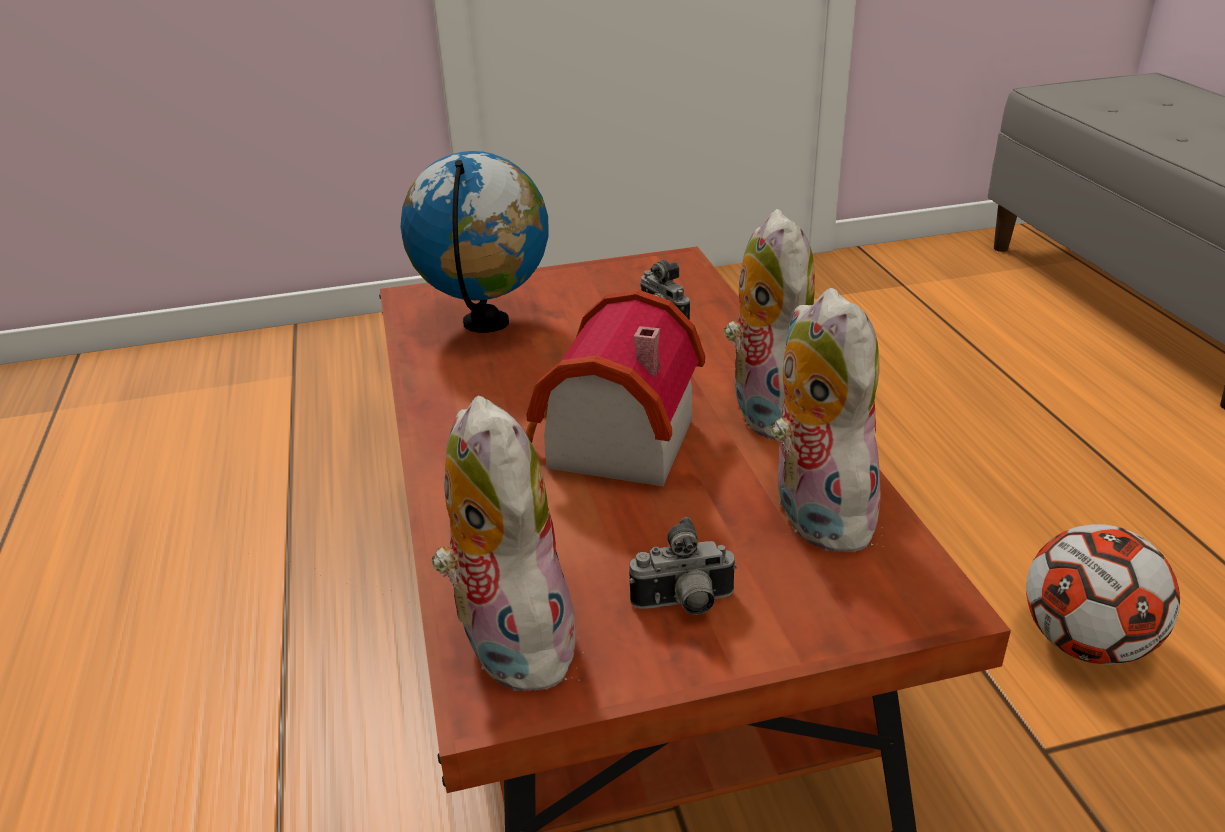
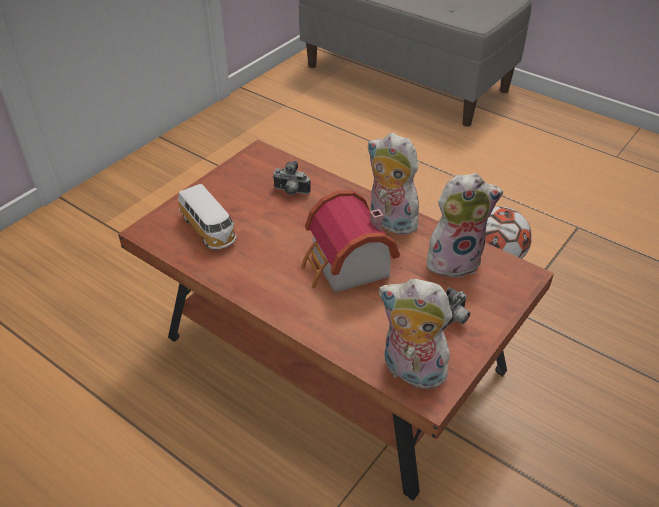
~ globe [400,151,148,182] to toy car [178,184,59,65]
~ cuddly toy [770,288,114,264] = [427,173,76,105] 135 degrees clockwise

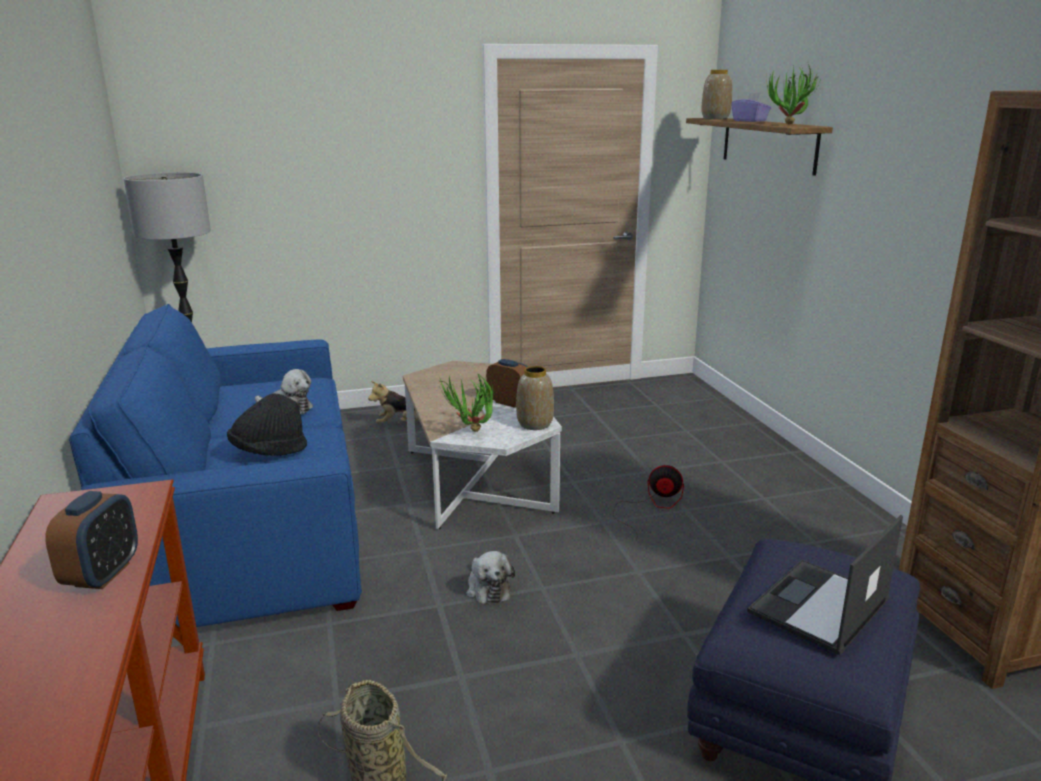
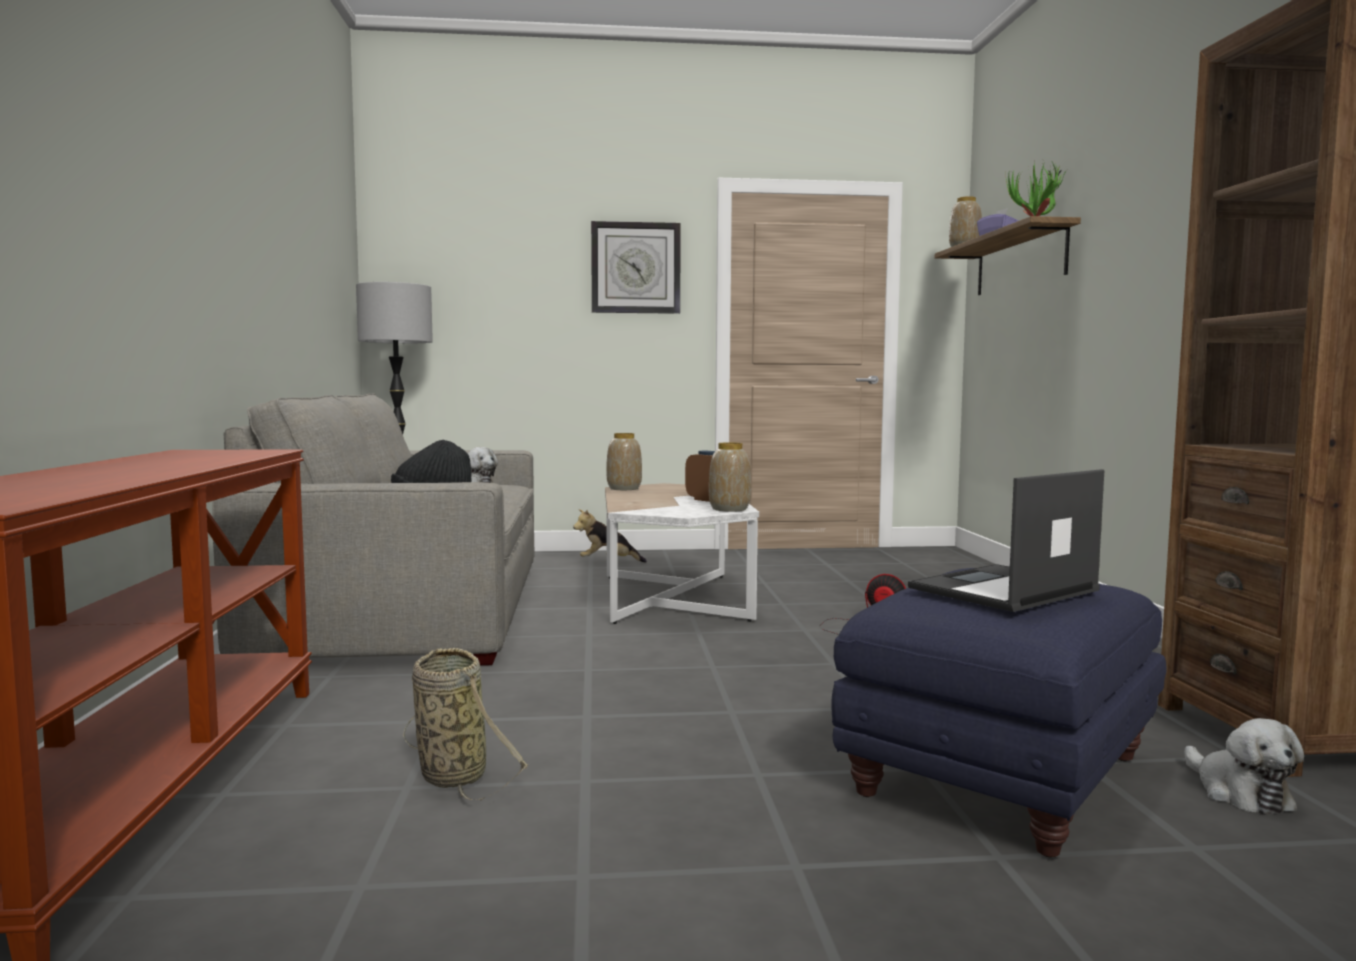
- alarm clock [45,491,93,98]
~ couch (blue-coloured) [69,304,293,323] to couch (gray) [212,393,323,273]
- plant in a pot [439,373,54,59]
~ cuddly toy [467,551,48,54] to [1184,718,120,97]
+ wall clock [591,221,90,93]
+ vase [606,433,36,57]

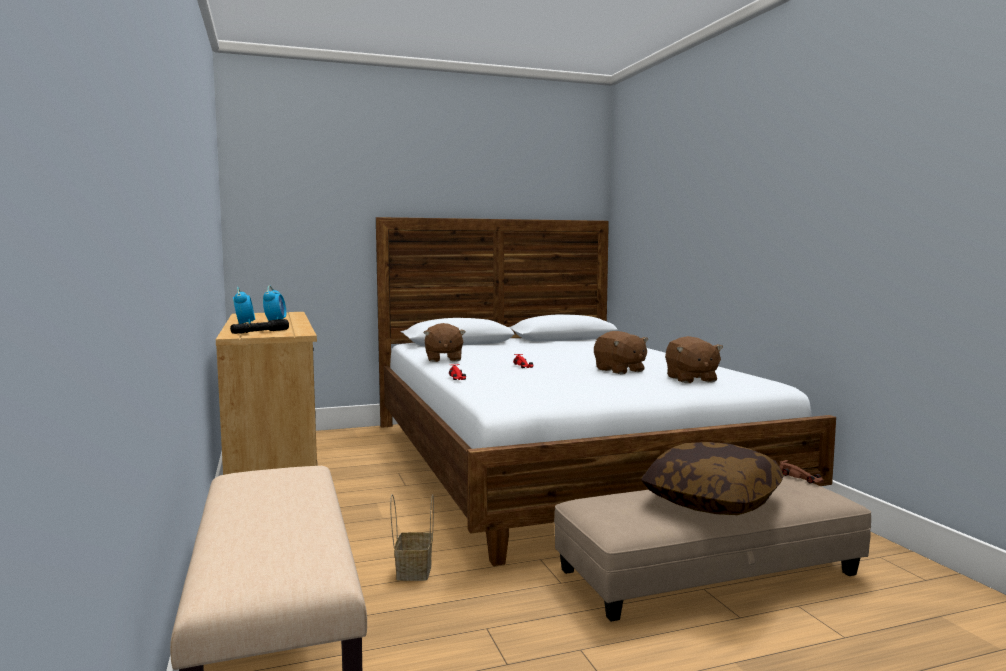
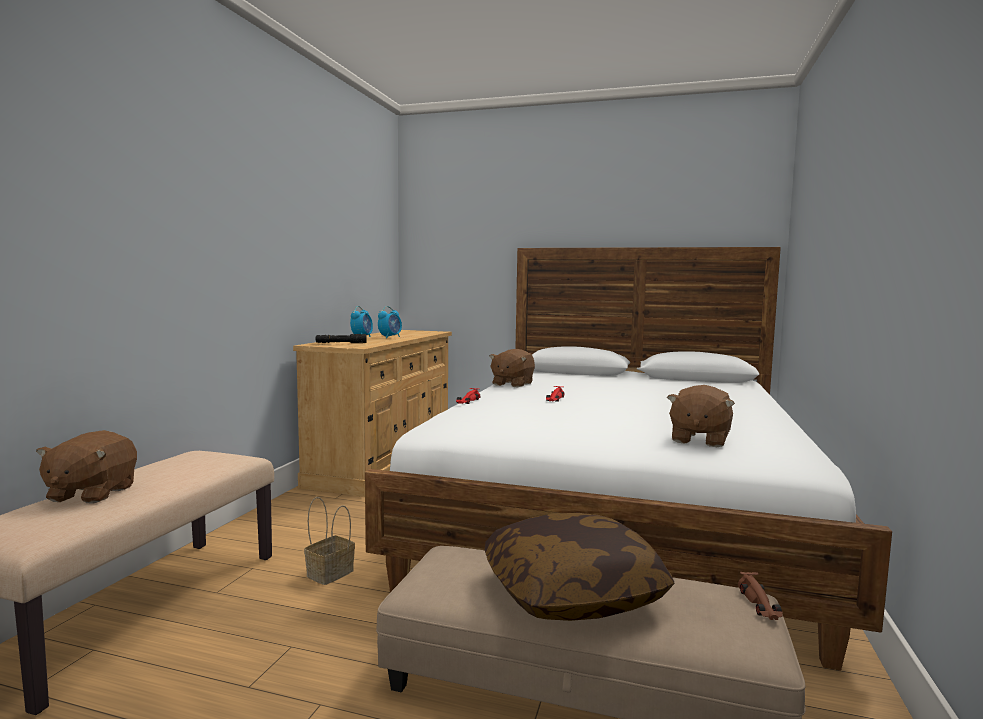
~ cuddly toy (brown) [594,331,54,43] to [36,430,101,74]

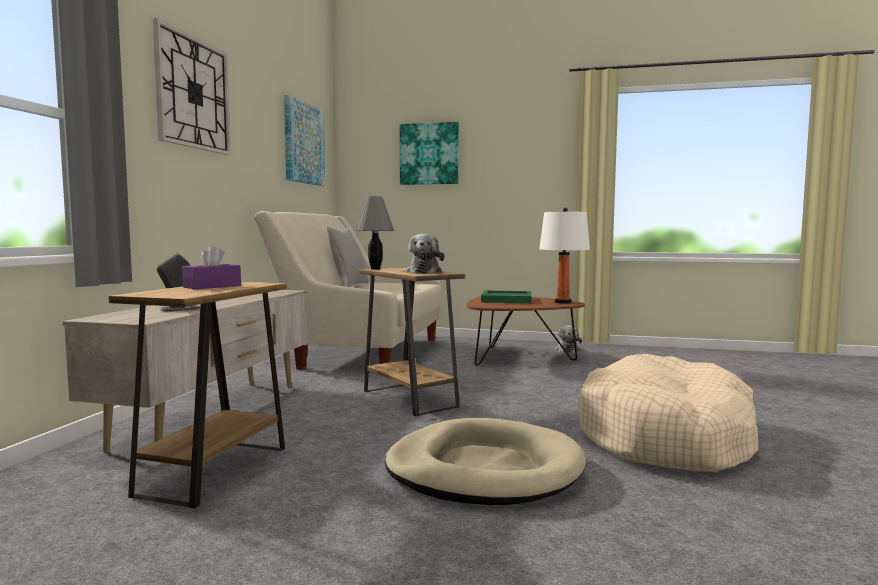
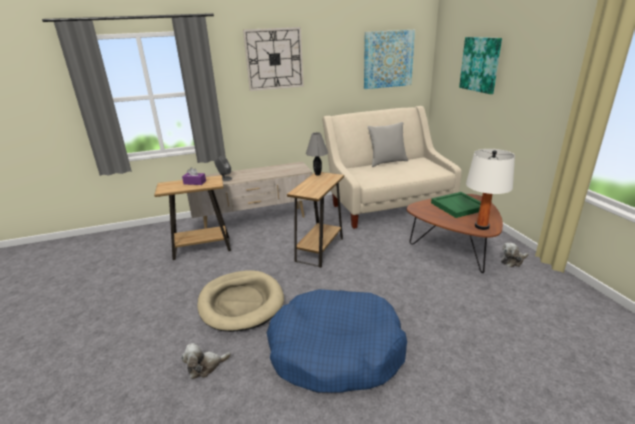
~ cuddly toy [406,234,38,40] to [181,343,50,36]
~ pet bed (sand-coloured) [578,354,180,118] to pet bed (blue-coloured) [267,289,140,104]

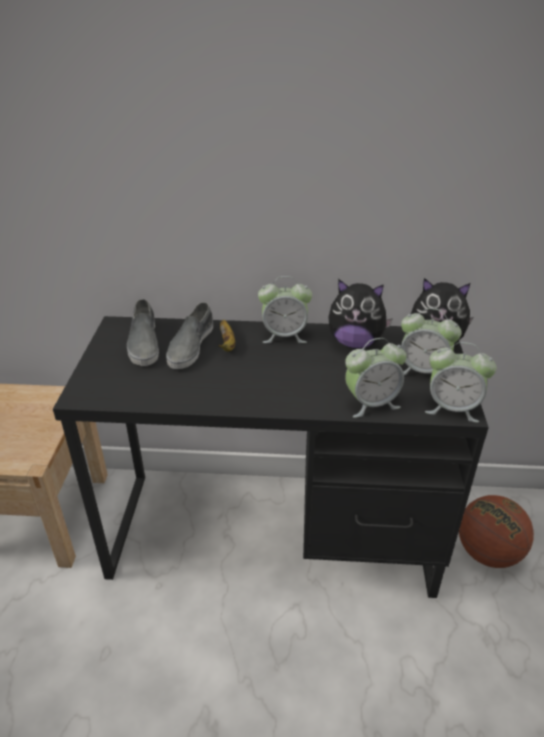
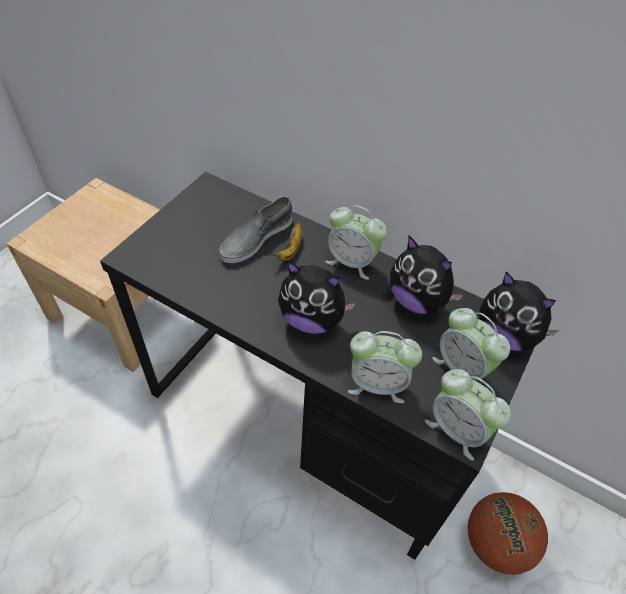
- item of footwear (gray) [127,299,32,67]
+ cuddly toy [278,261,78,73]

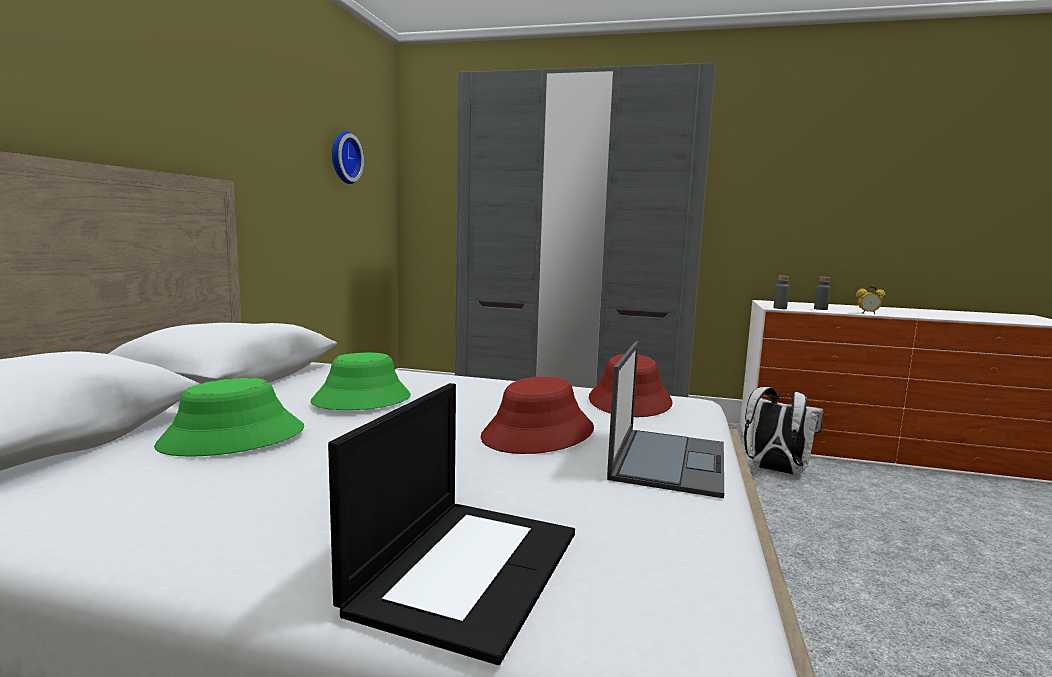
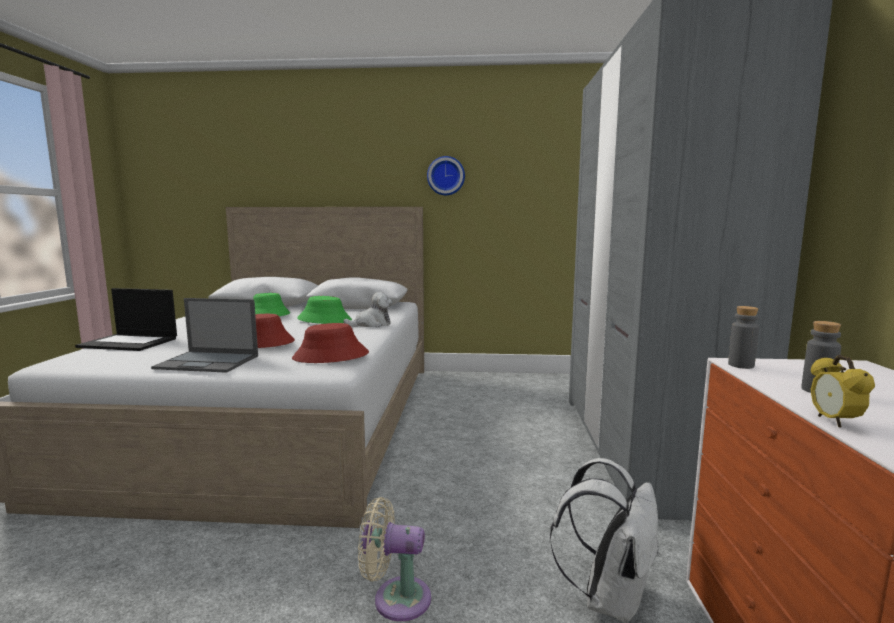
~ wall clock [332,131,32,53] to [427,156,38,39]
+ cuddly toy [343,292,49,36]
+ cooling fan (sand-coloured) [358,497,73,124]

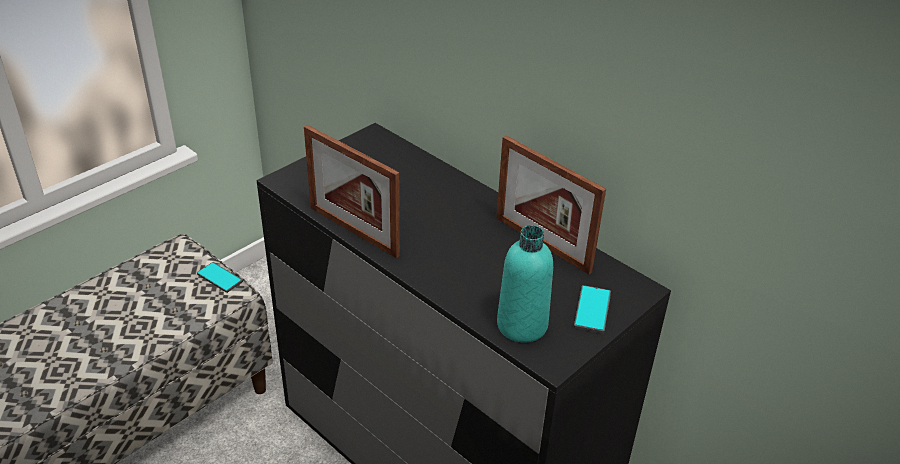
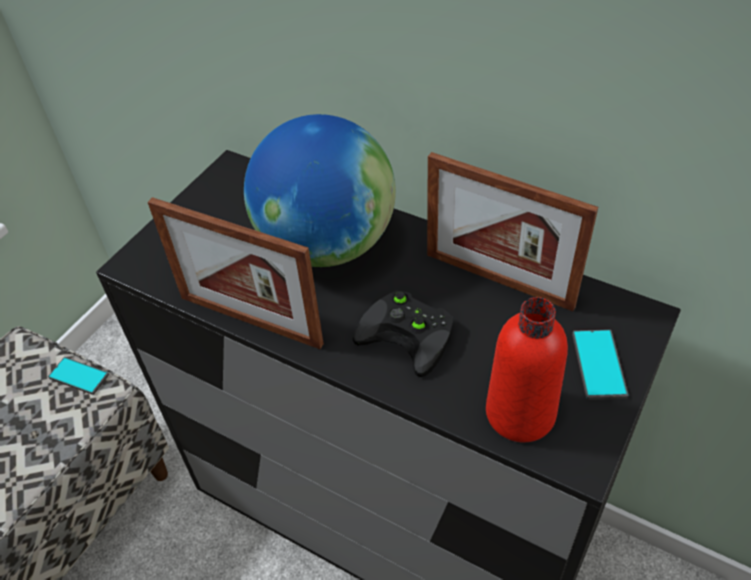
~ beverage bottle (turquoise-coloured) [497,225,56,117] to beverage bottle (reddish) [486,297,82,146]
+ globe [244,114,152,153]
+ joypad (blackish) [353,290,100,87]

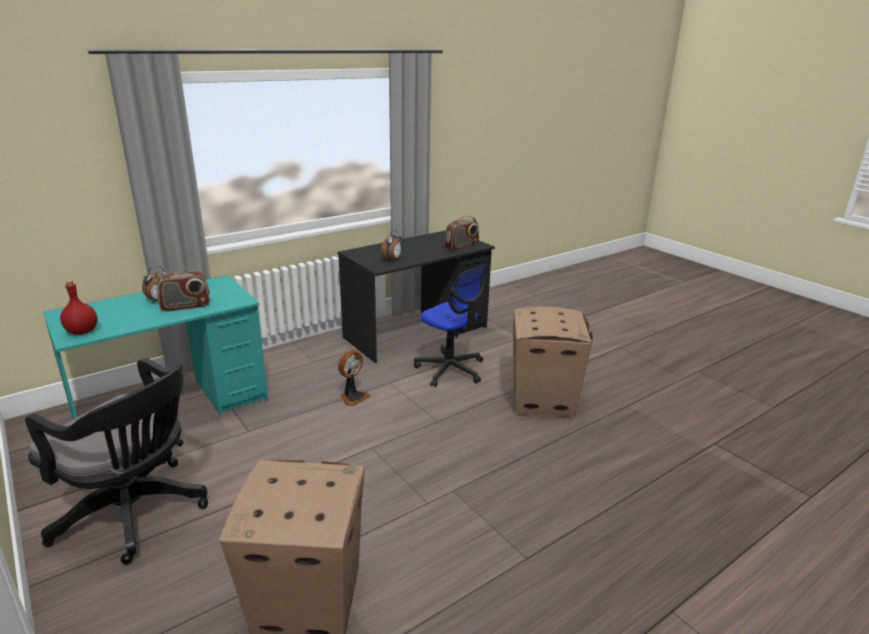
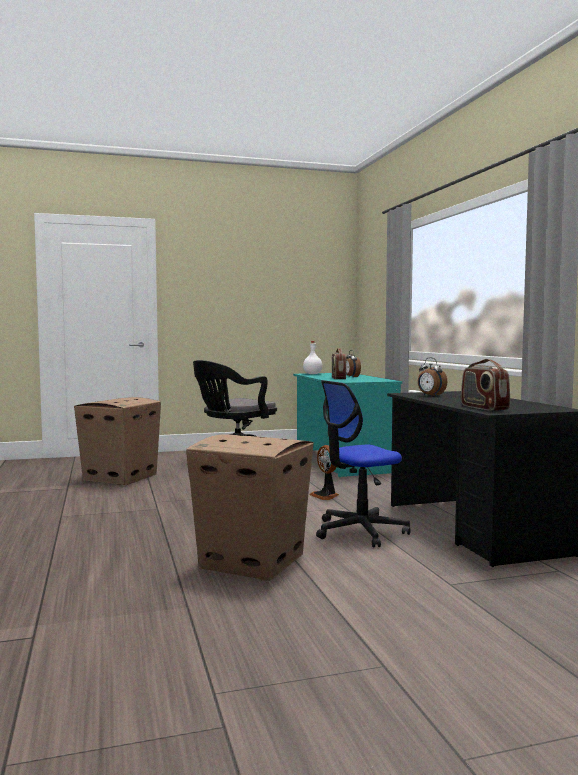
~ beverage bottle (reddish) [60,280,37,55] to beverage bottle (white) [303,341,19,33]

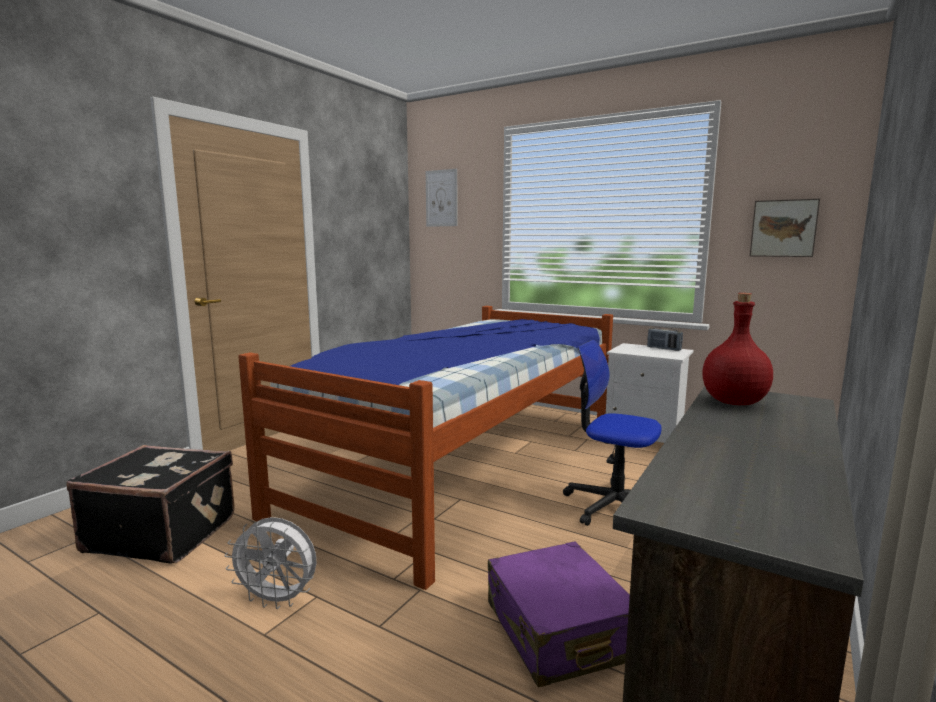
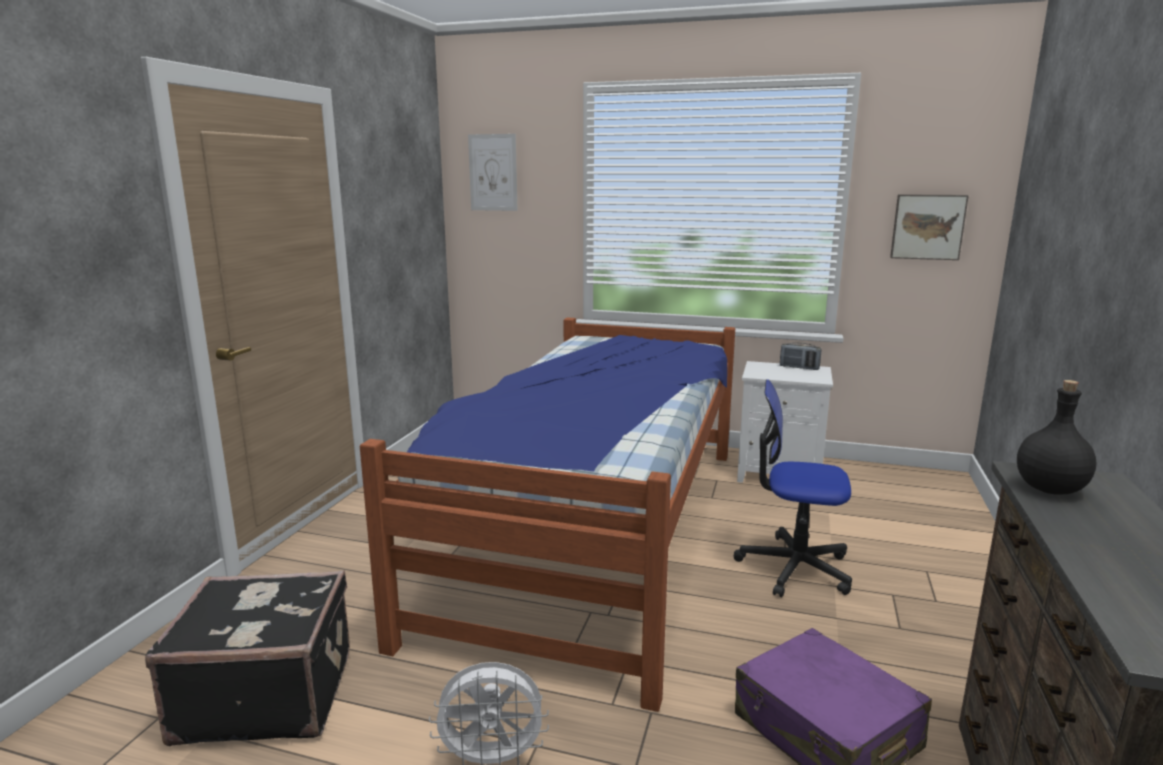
~ beverage bottle (reddish) [702,293,71,112] to beverage bottle (blackish) [1017,380,80,114]

